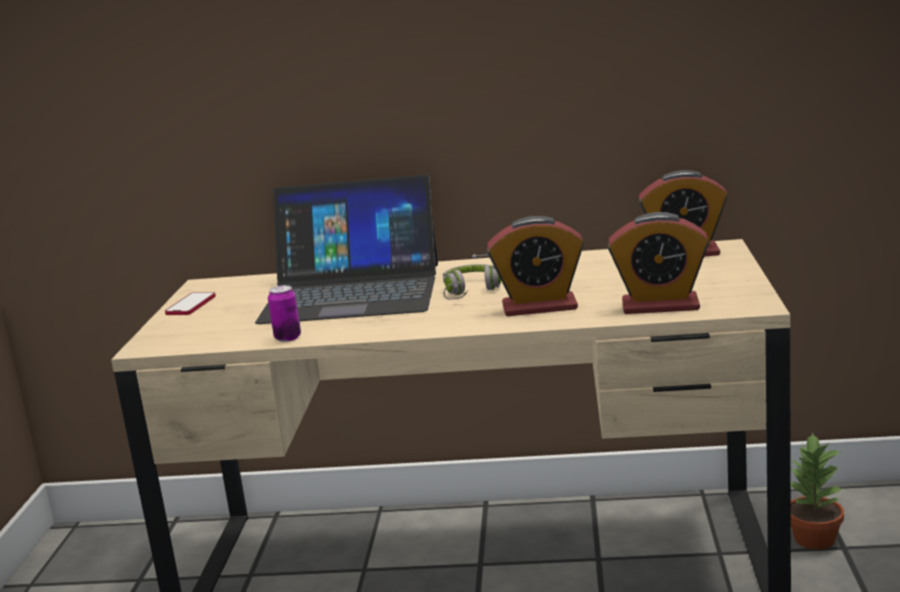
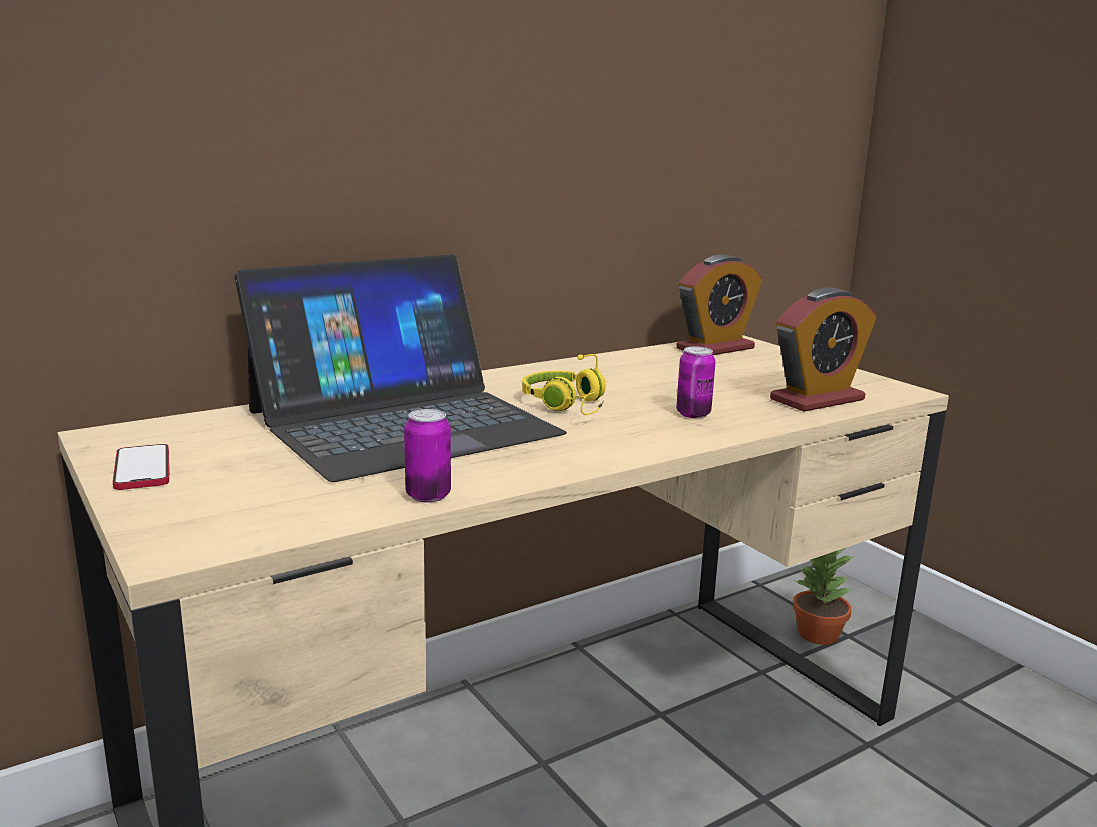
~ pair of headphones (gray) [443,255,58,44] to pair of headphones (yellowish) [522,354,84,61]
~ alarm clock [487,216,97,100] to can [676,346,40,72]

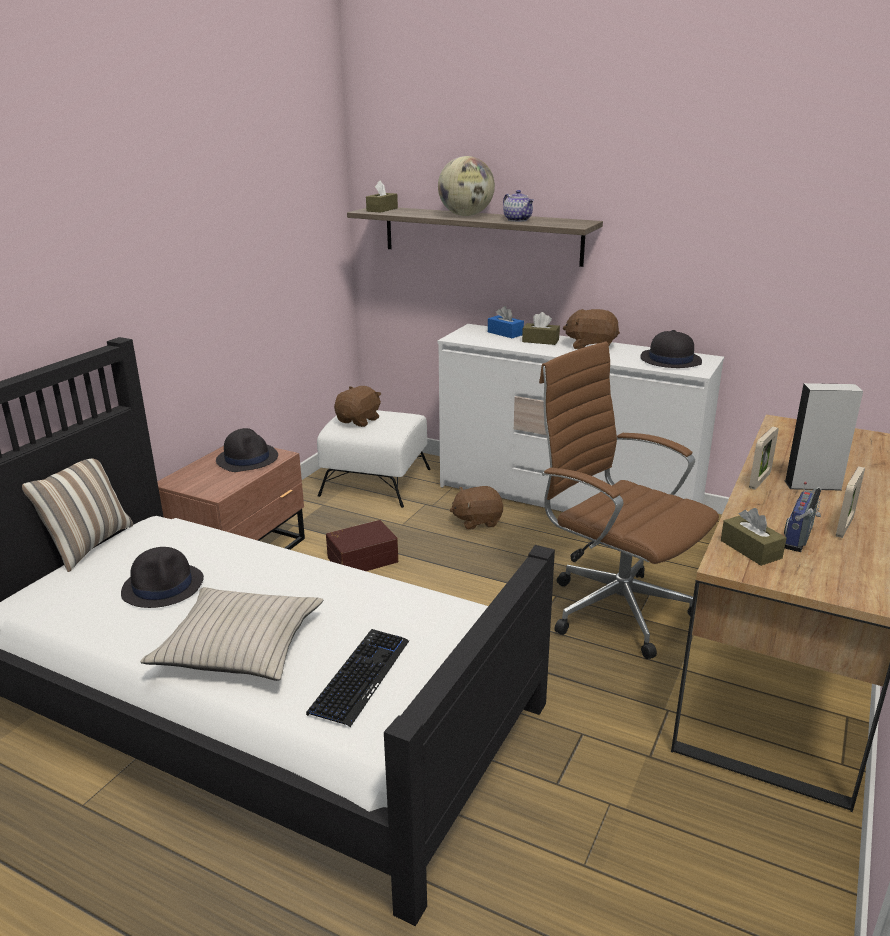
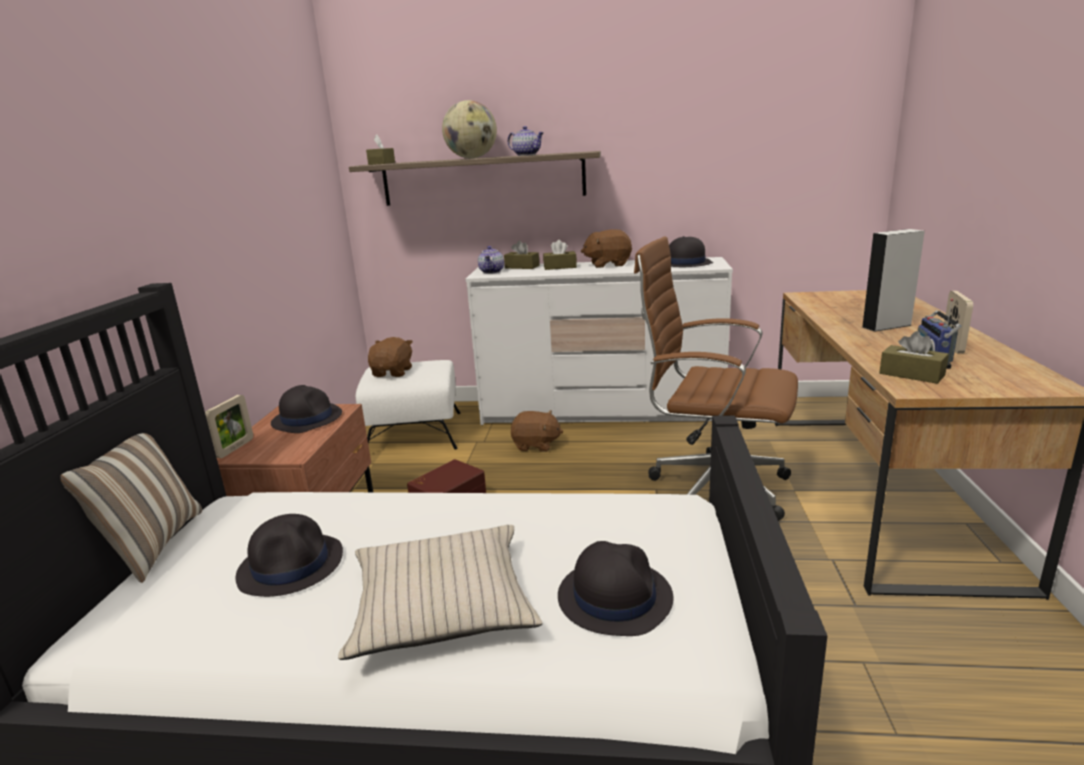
~ PC keyboard [306,629,103,98] to clothing hat (blackish) [558,541,116,95]
~ cuddly toy (brown) [450,486,53,44] = [511,410,52,42] 135 degrees counterclockwise
~ box of tissues (blue-coloured) [488,306,36,32] to box of tissues (brown) [504,241,36,28]
~ photo frame [749,426,30,64] to [205,395,48,63]
+ tea pot [478,246,26,28]

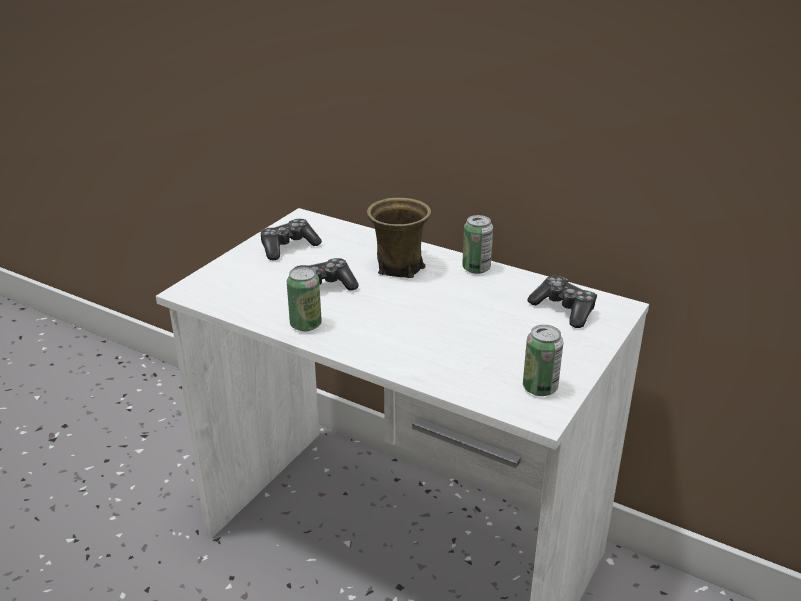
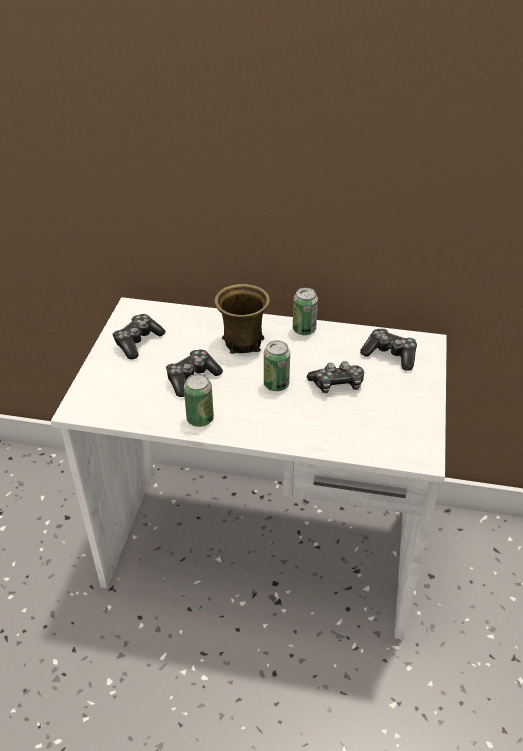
~ can [523,325,40,71] to [264,340,26,51]
+ joypad [307,361,57,32]

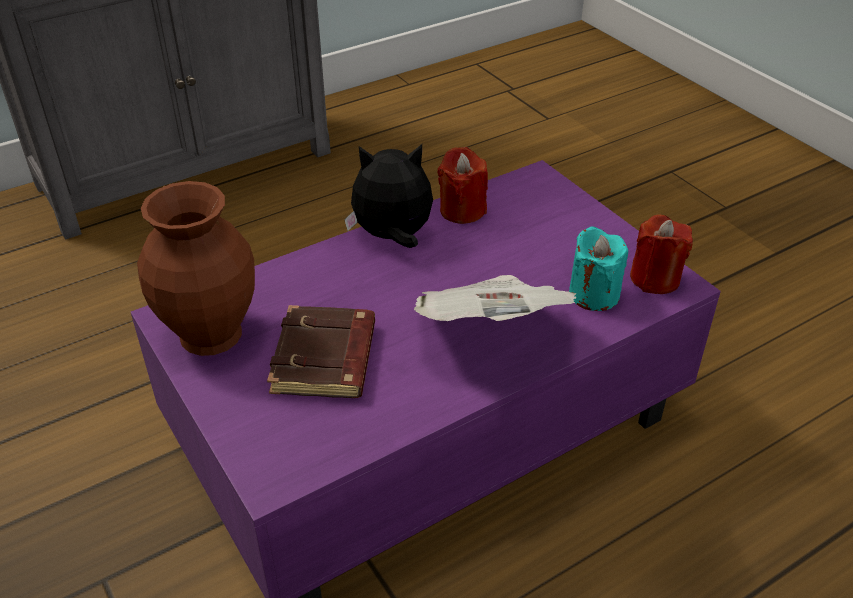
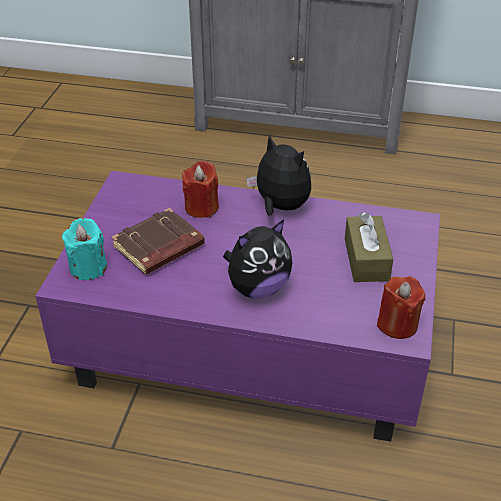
- vase (brown) [137,181,118,175]
~ newspaper [414,275,162,46] to cuddly toy [223,220,69,78]
~ wax candle (reddish) [437,147,51,77] to [182,161,37,57]
~ wax candle (turquoise-coloured) [569,226,59,85] to [62,218,45,62]
+ box of tissues (brown) [345,212,48,70]

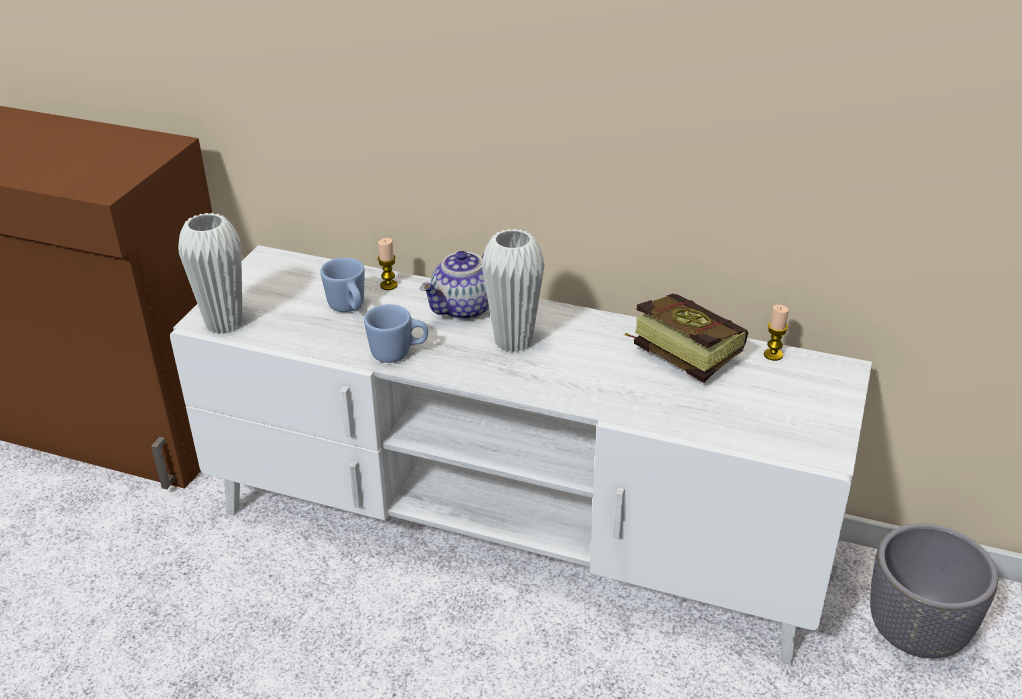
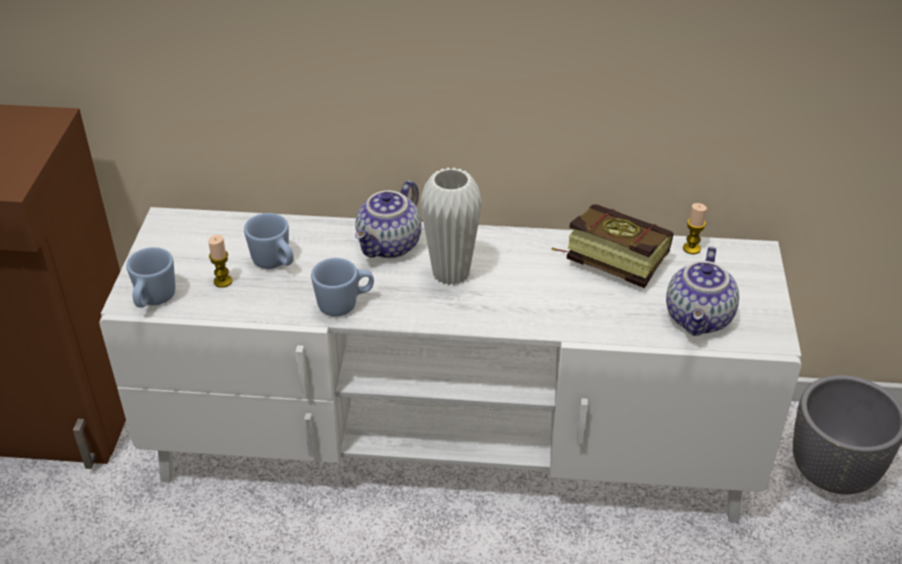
~ vase (white) [178,213,65,121] to tea mug (blue-coloured) [126,247,49,61]
~ wax candle [378,238,20,52] to [208,235,24,53]
+ tea pot [666,246,73,90]

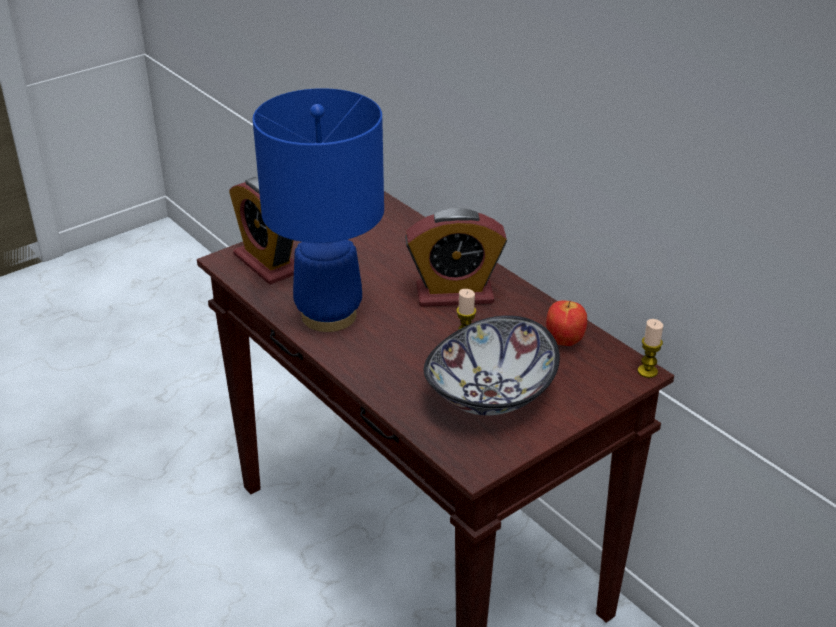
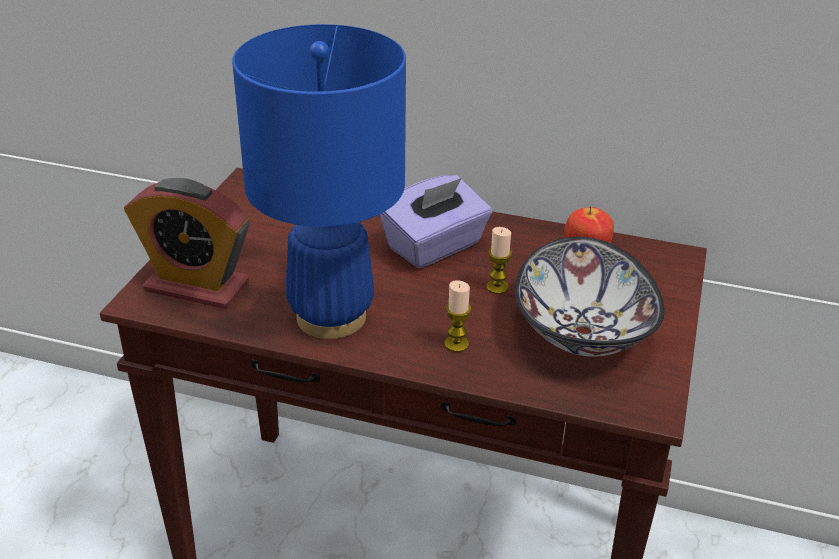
~ alarm clock [405,208,102,99] to box of tissues (purple) [380,175,112,93]
~ wax candle [638,319,25,59] to [445,280,26,72]

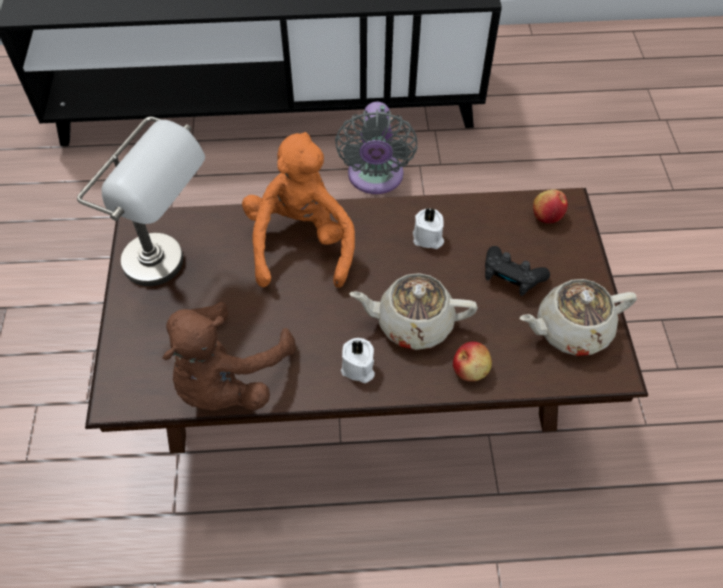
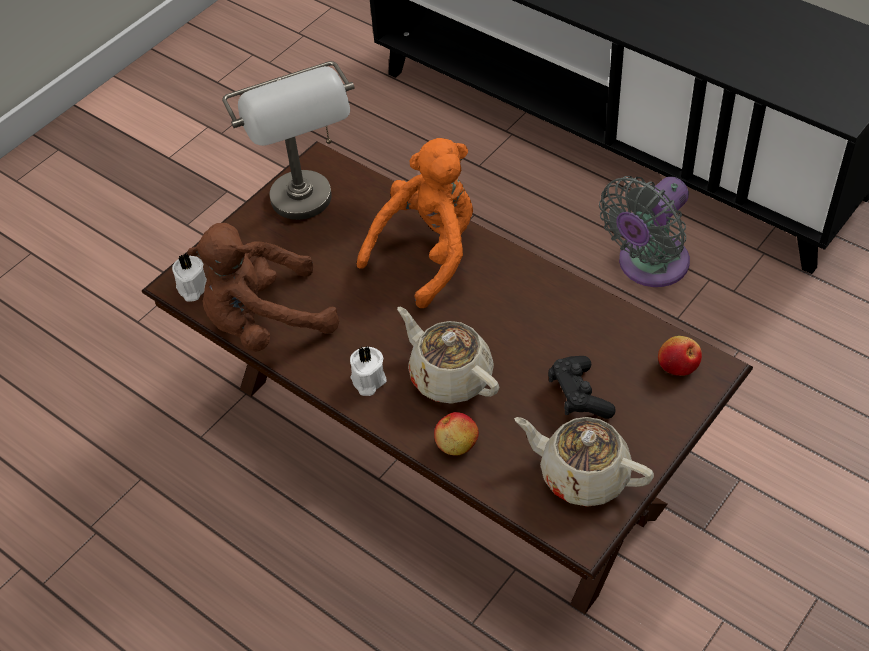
~ wax candle (white) [413,208,31,41] to [172,253,35,49]

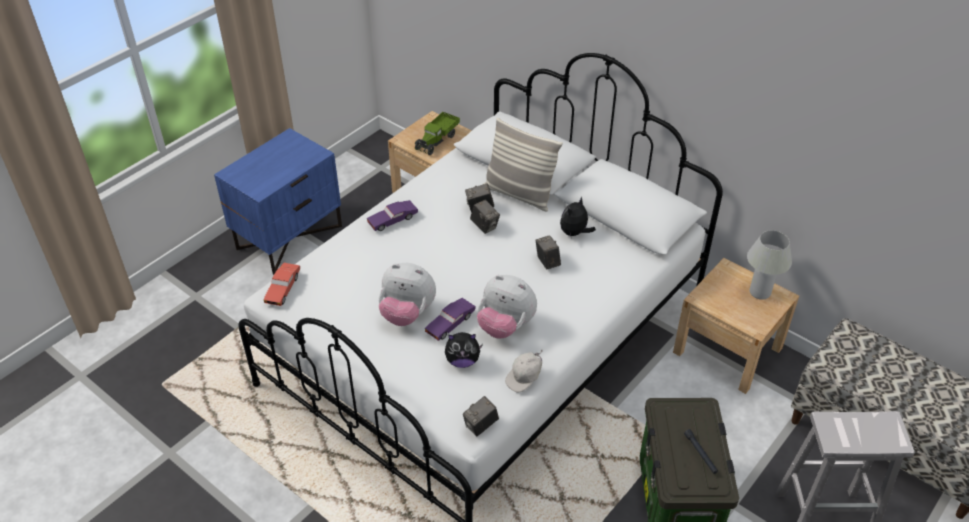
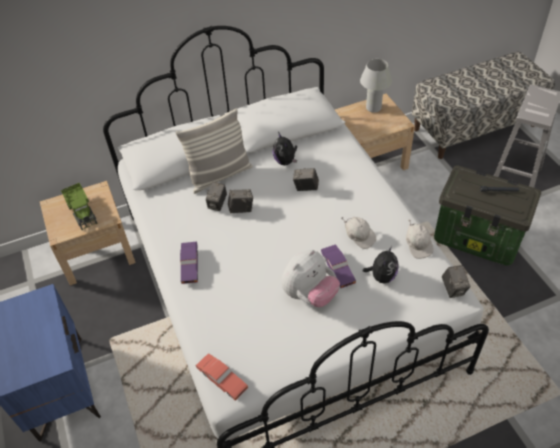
~ cuddly toy [477,275,60,64] to peaked cap (white) [341,217,35,32]

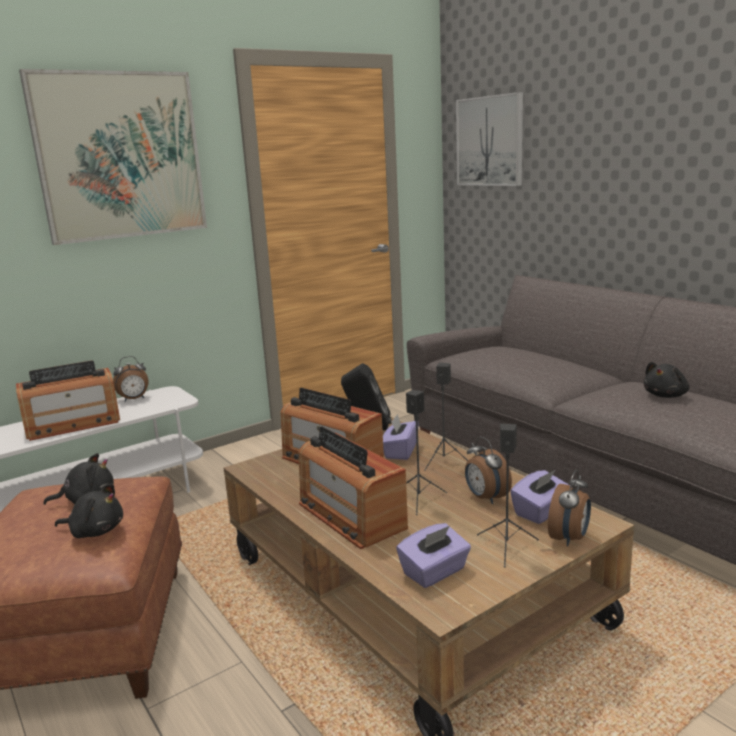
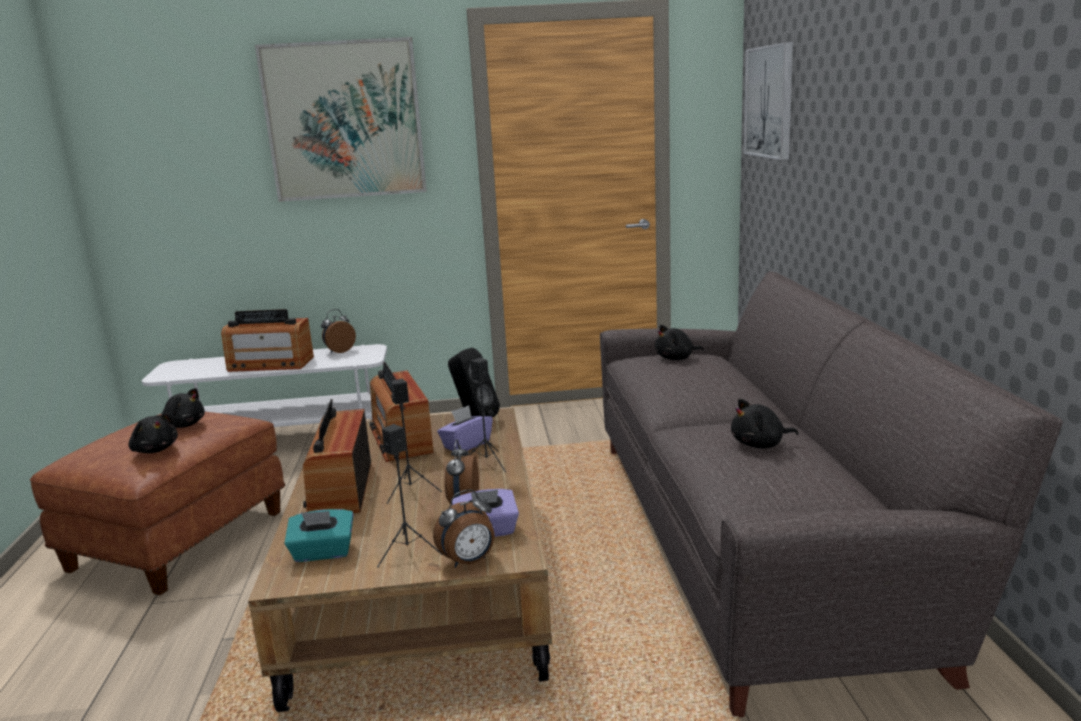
~ alarm clock [113,356,35,46] = [321,309,35,44] 135 degrees clockwise
~ box of tissues (purple) [396,523,75,65] to box of tissues (turquoise-coloured) [285,509,69,53]
+ cuddly toy (blackish) [655,325,49,35]

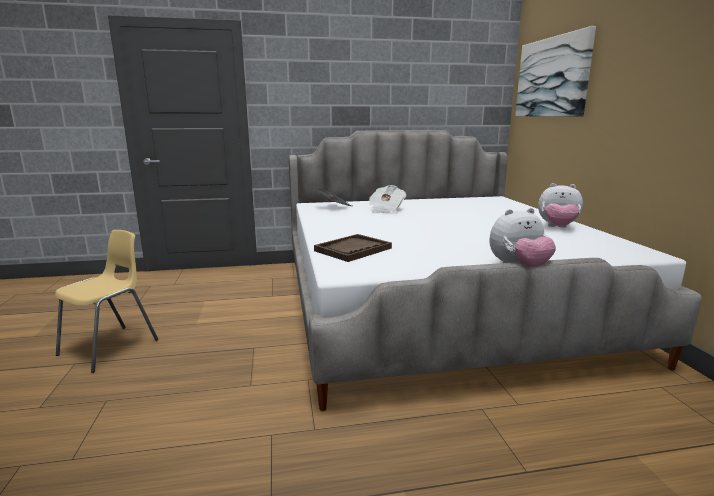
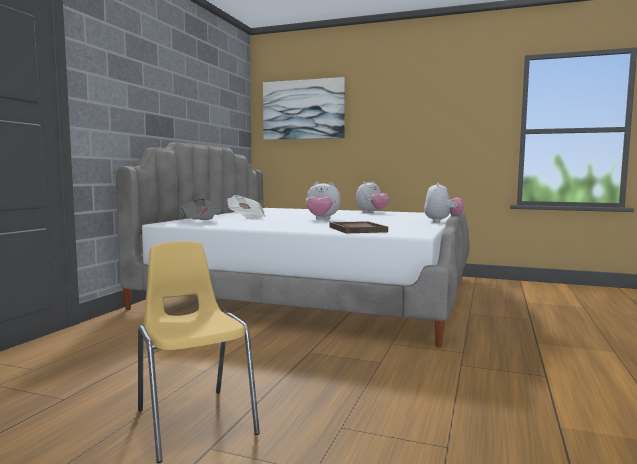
+ cuddly toy [306,182,35,37]

